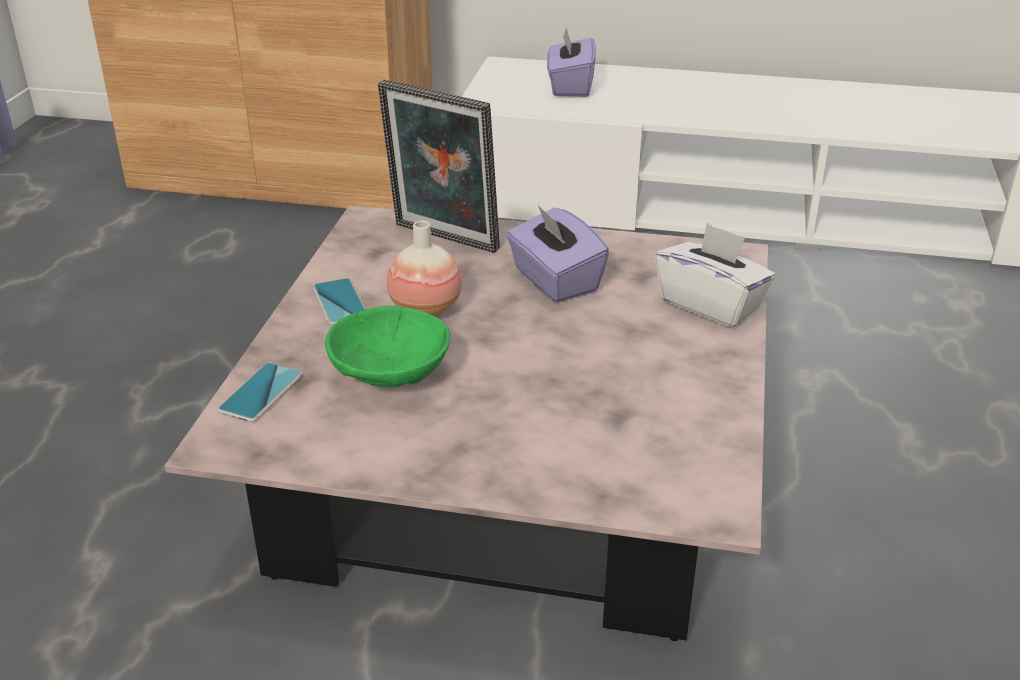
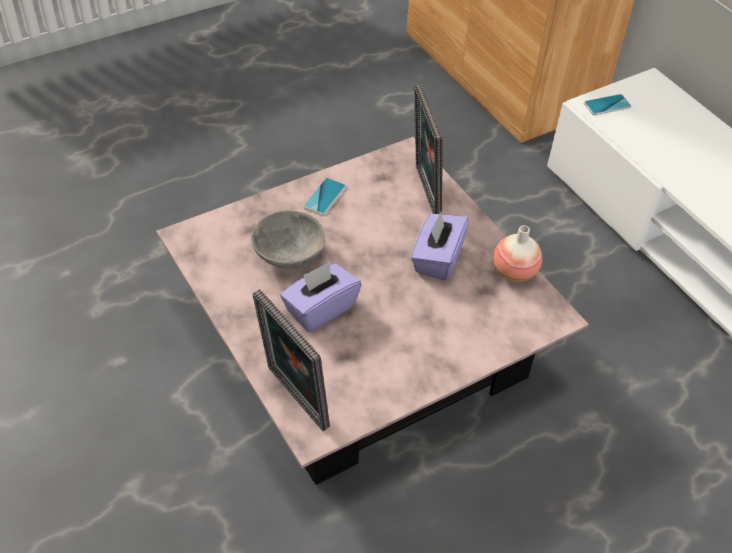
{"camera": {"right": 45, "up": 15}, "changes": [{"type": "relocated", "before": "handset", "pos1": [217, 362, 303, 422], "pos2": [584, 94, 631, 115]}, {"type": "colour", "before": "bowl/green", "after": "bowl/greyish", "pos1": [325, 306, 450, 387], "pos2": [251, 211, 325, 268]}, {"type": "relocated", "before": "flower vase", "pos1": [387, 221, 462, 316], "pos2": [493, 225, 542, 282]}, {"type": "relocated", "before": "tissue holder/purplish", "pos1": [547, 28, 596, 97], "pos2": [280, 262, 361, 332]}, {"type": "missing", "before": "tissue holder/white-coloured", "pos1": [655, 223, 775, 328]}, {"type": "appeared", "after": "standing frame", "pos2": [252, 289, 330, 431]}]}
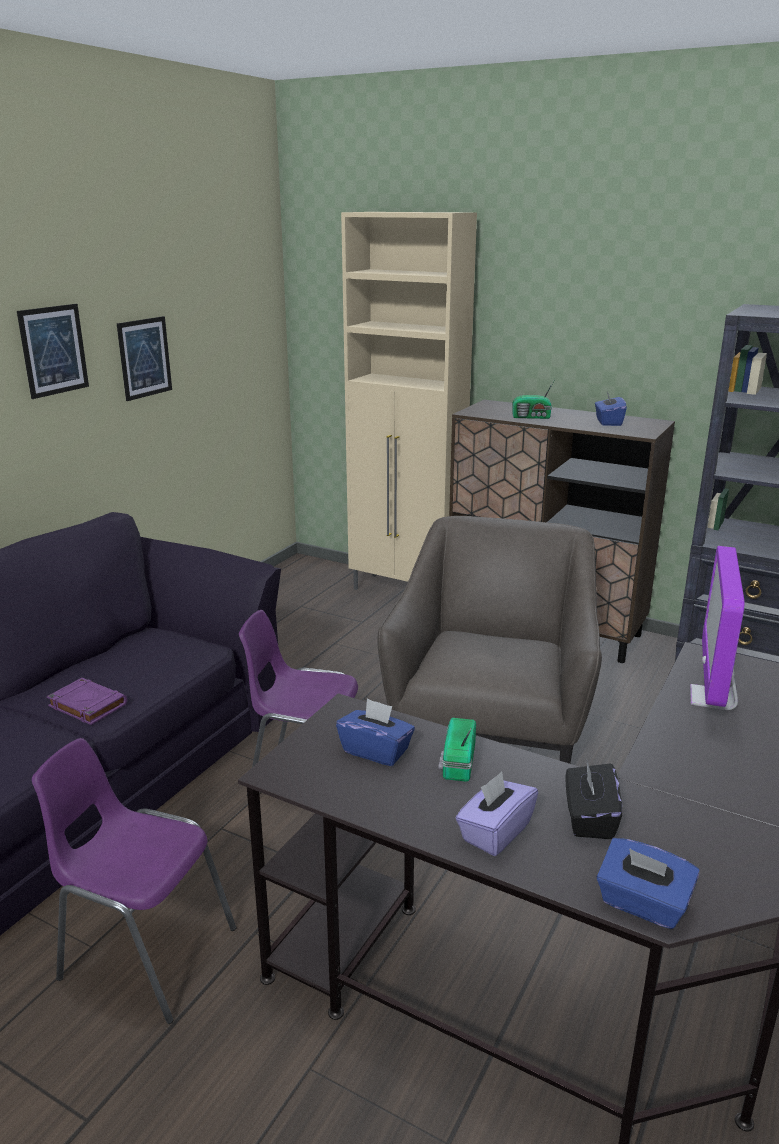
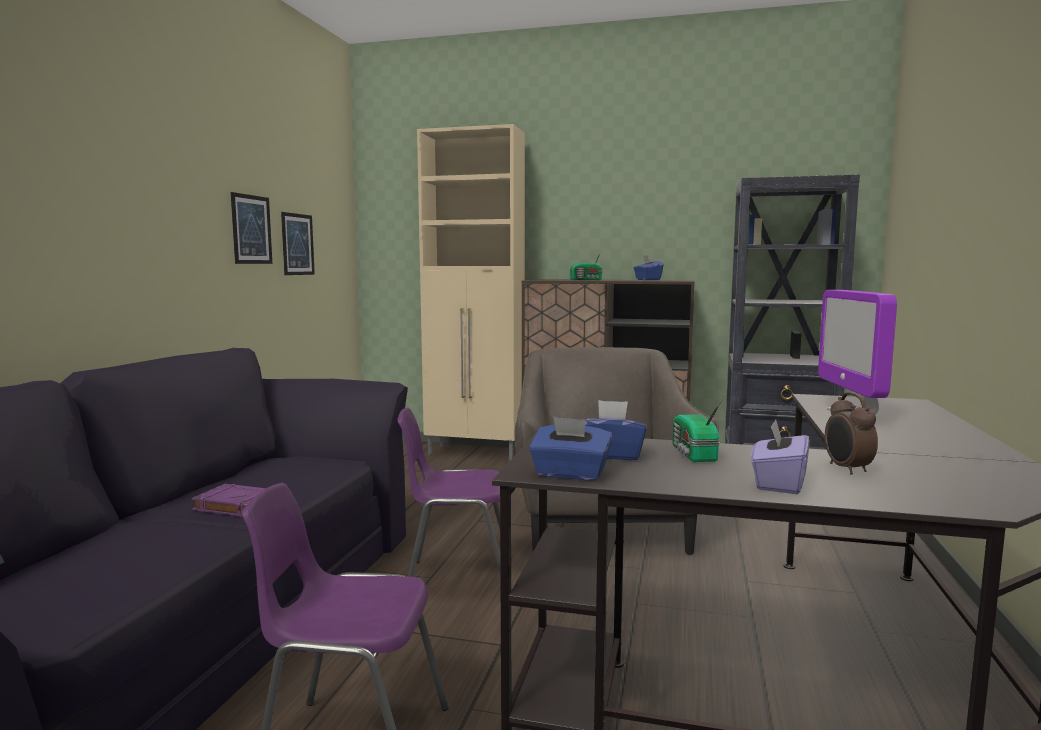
{"camera": {"right": -15, "up": -15}, "changes": [{"type": "relocated", "before": "picture", "pos1": [17, 304, 89, 399], "pos2": [281, 212, 315, 275]}, {"type": "exchanged", "before": "tissue holder/blackish", "after": "alarm clock", "pos1": [565, 760, 622, 839], "pos2": [825, 392, 878, 475]}, {"type": "relocated", "before": "tissue holder/bluish", "pos1": [597, 838, 700, 929], "pos2": [529, 417, 612, 481]}]}
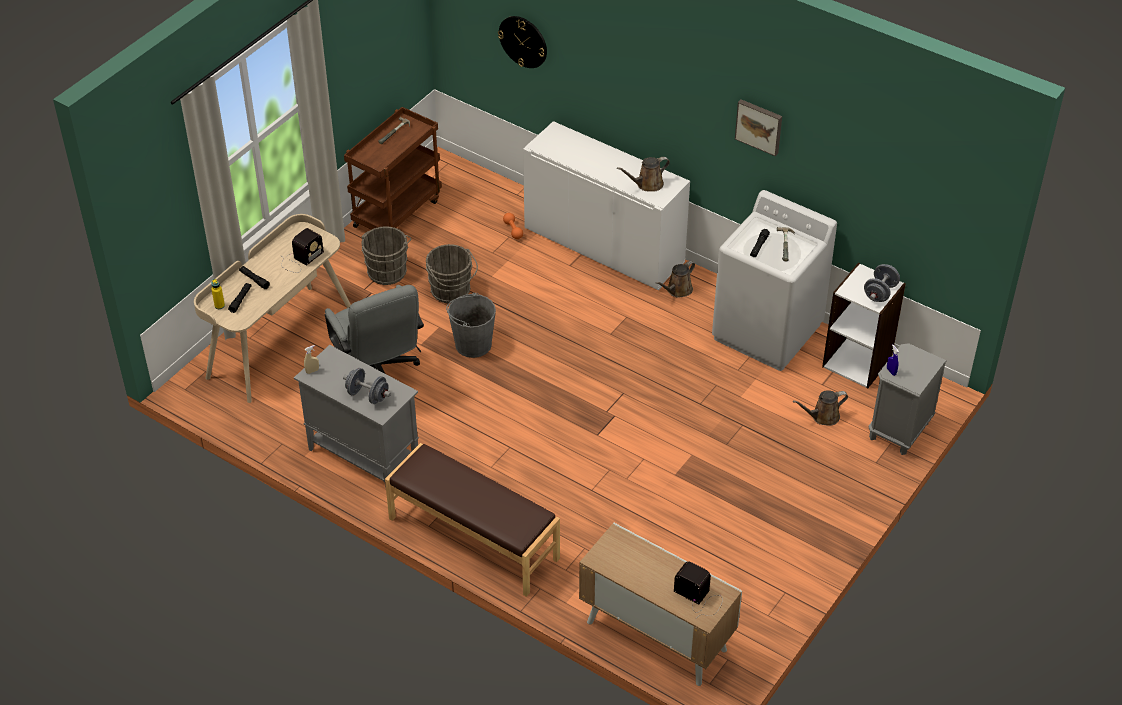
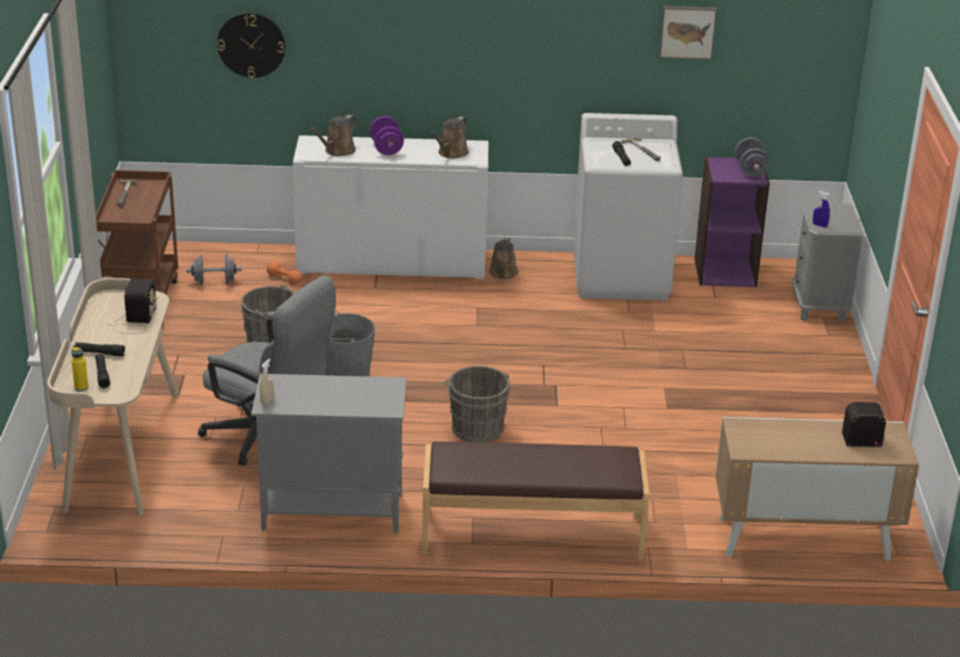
{"camera": {"right": -35, "up": -15}, "changes": [{"type": "relocated", "before": "dumbbell/greyish", "pos1": [343, 368, 391, 404], "pos2": [186, 255, 241, 285]}, {"type": "relocated", "before": "bucket/greyish", "pos1": [362, 226, 411, 285], "pos2": [443, 366, 510, 442]}, {"type": "relocated", "before": "picture", "pos1": [735, 99, 782, 156], "pos2": [659, 6, 717, 60]}, {"type": "relocated", "before": "watering pot/brown-coloured", "pos1": [793, 390, 848, 426], "pos2": [309, 115, 357, 156]}, {"type": "colour", "before": "bookcase/white-coloured", "after": "bookcase/purplish", "pos1": [822, 263, 906, 388], "pos2": [694, 157, 770, 287]}, {"type": "appeared", "after": "dumbbell/purplish", "pos2": [369, 116, 404, 155]}]}
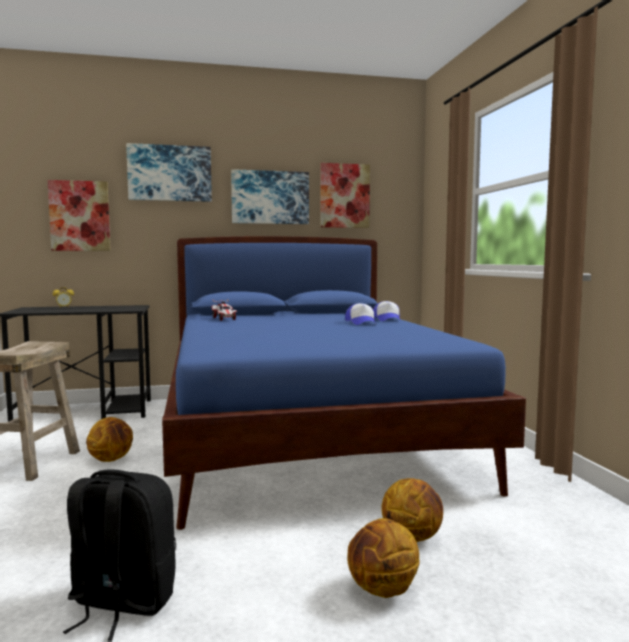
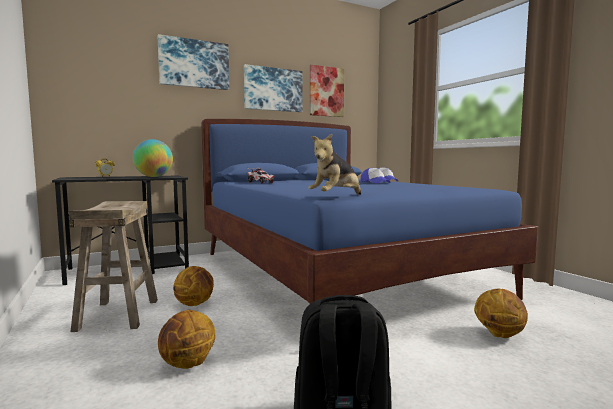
{"camera": {"right": -15, "up": 0}, "changes": [{"type": "missing", "before": "picture", "pos1": [48, 180, 111, 251]}, {"type": "relocated", "before": "basketball ball", "pos1": [347, 518, 420, 598], "pos2": [158, 310, 216, 369]}, {"type": "appeared", "after": "desk globe", "pos2": [133, 139, 173, 177]}, {"type": "appeared", "after": "plush toy", "pos2": [308, 134, 361, 195]}]}
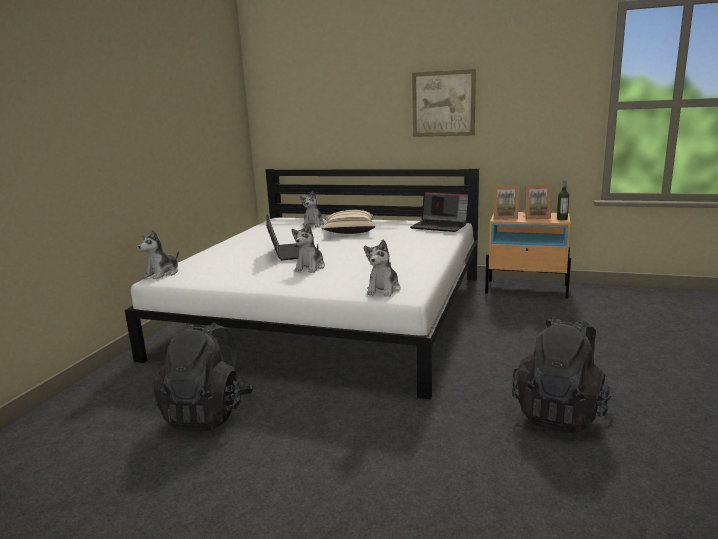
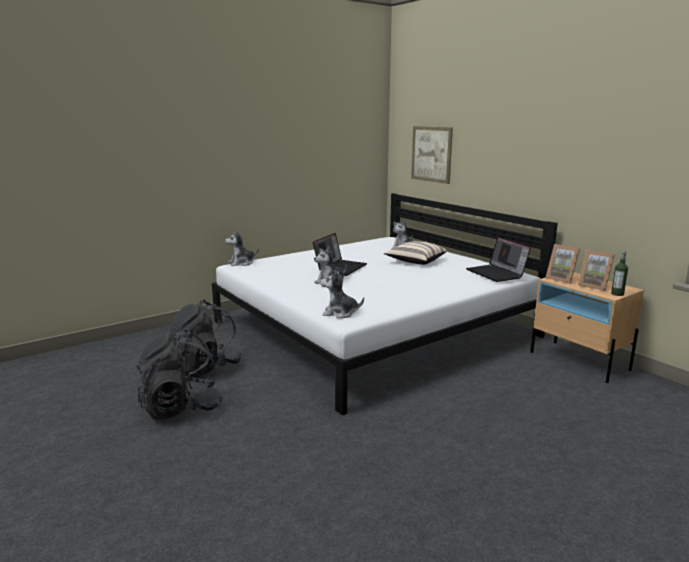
{"camera": {"right": 35, "up": 0}, "changes": [{"type": "spun", "before": "plush toy", "pos1": [364, 239, 401, 297], "pos2": [320, 270, 364, 318], "turn": 45}, {"type": "relocated", "before": "picture", "pos1": [412, 69, 476, 137], "pos2": [411, 126, 453, 184]}, {"type": "relocated", "before": "knapsack/blackish", "pos1": [512, 316, 611, 433], "pos2": [137, 330, 224, 419]}]}
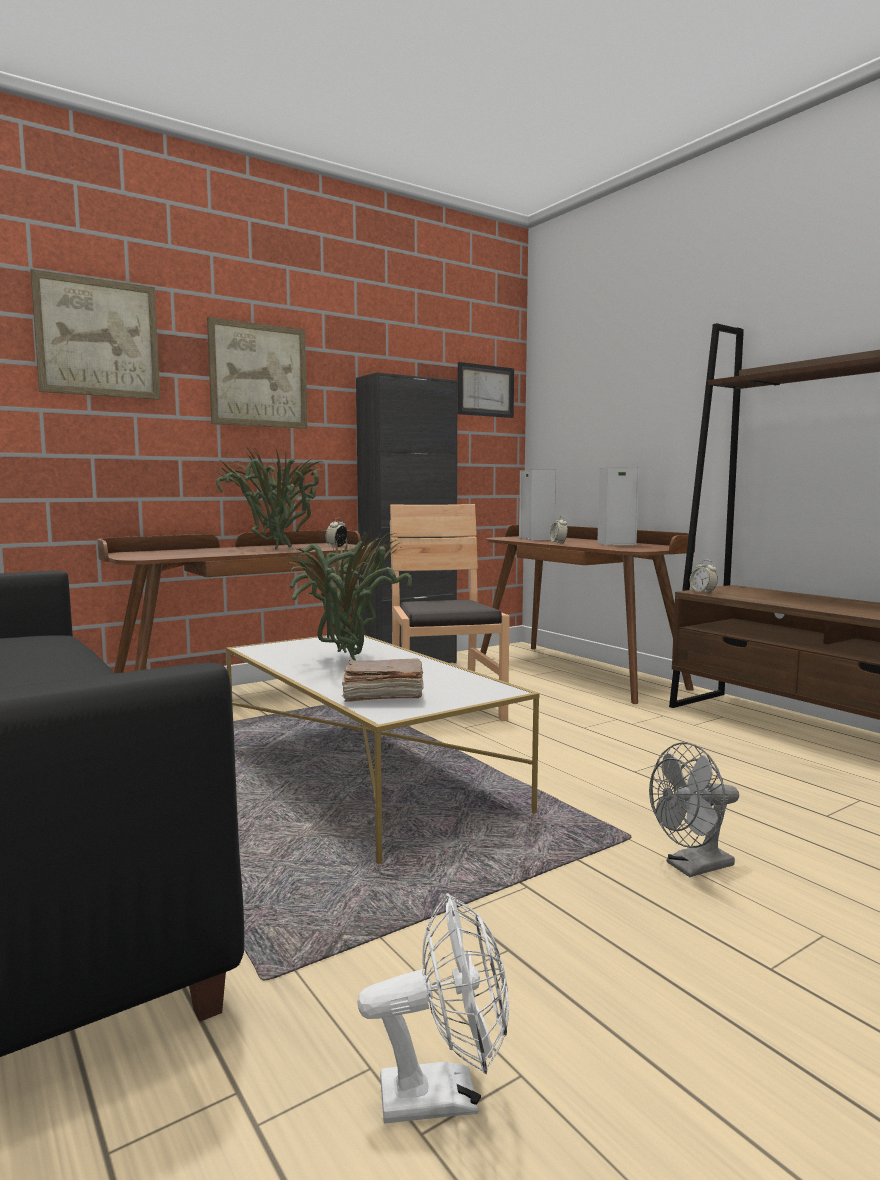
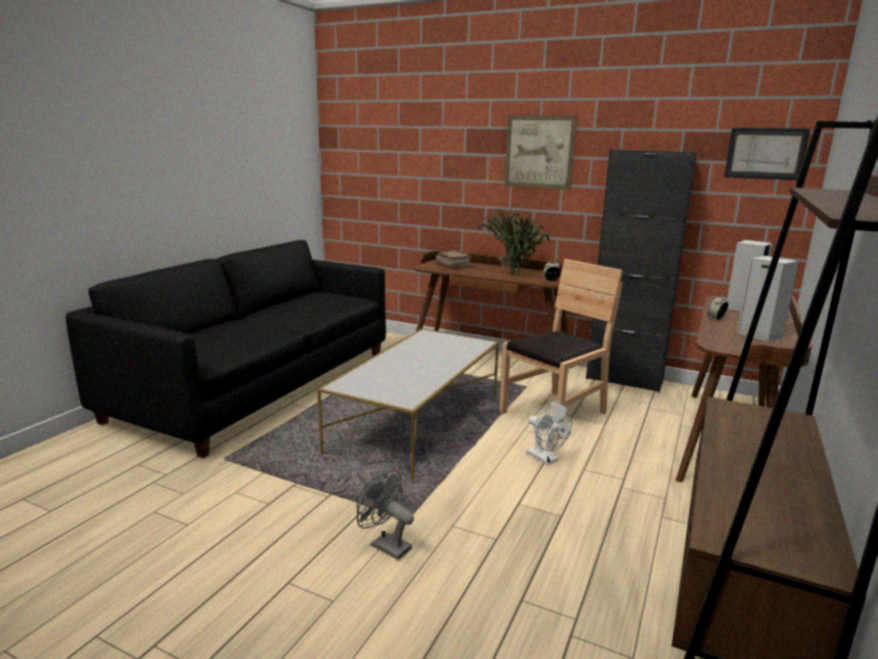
{"camera": {"right": 60, "up": 10}, "changes": [{"type": "missing", "before": "picture", "pos1": [30, 269, 160, 400]}, {"type": "missing", "before": "plant in a pot", "pos1": [284, 529, 412, 660]}, {"type": "relocated", "before": "book/brown-coloured", "pos1": [342, 659, 424, 702], "pos2": [436, 251, 472, 267]}, {"type": "relocated", "before": "electric fan/white-coloured", "pos1": [358, 893, 509, 1124], "pos2": [527, 401, 572, 465]}, {"type": "missing", "before": "alarm clock", "pos1": [690, 560, 718, 594]}]}
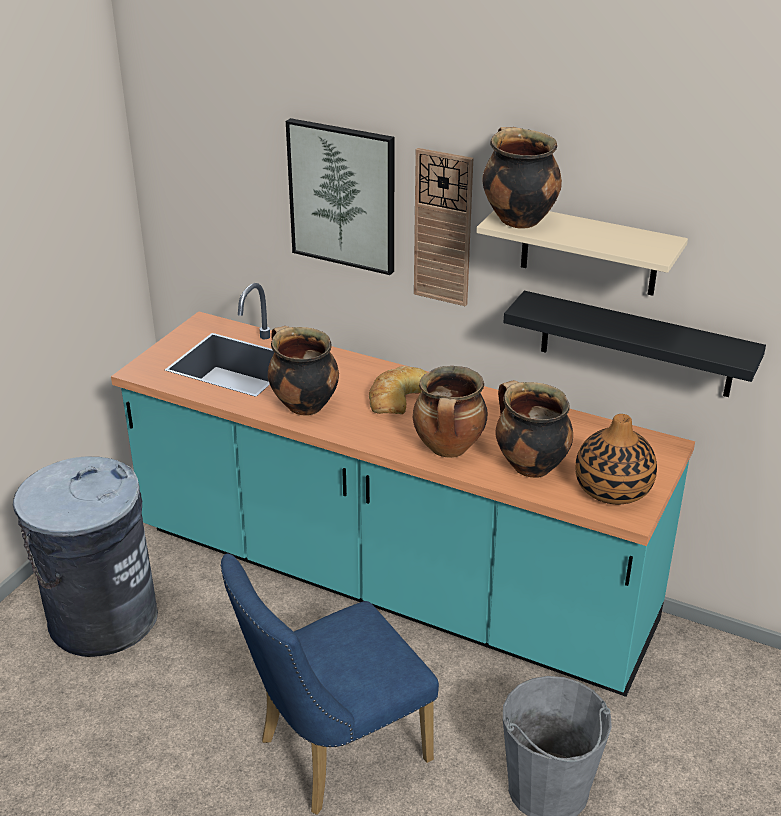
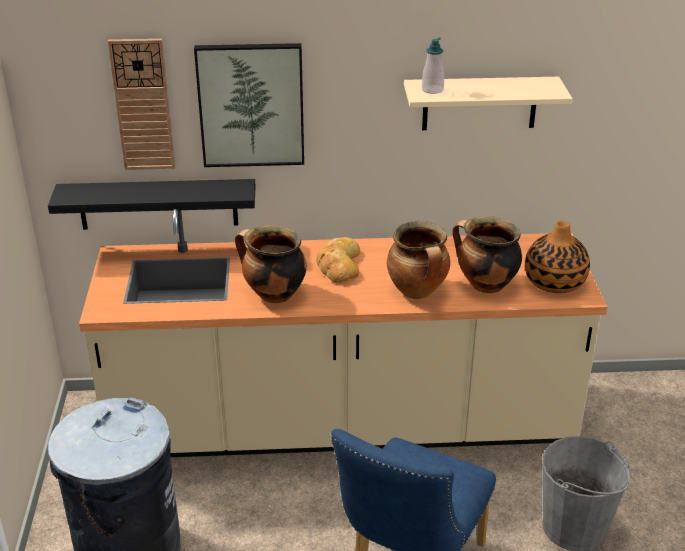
{"camera": {"right": -30, "up": 0}, "changes": [{"type": "colour", "before": "counter/turquoise-coloured", "after": "counter/beige", "pos1": [111, 283, 695, 697], "pos2": [79, 209, 607, 457]}, {"type": "relocated", "before": "hanging clock", "pos1": [414, 148, 473, 306], "pos2": [108, 39, 175, 170]}, {"type": "exchanged", "before": "cooking pot", "after": "liquid soap bottle", "pos1": [483, 127, 562, 228], "pos2": [422, 37, 444, 94]}, {"type": "relocated", "before": "bracket shelf/blackish", "pos1": [503, 291, 766, 397], "pos2": [48, 179, 256, 230]}]}
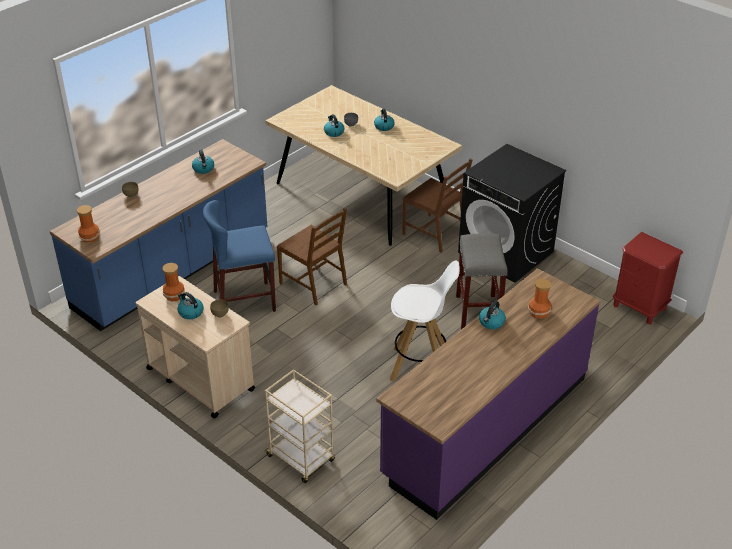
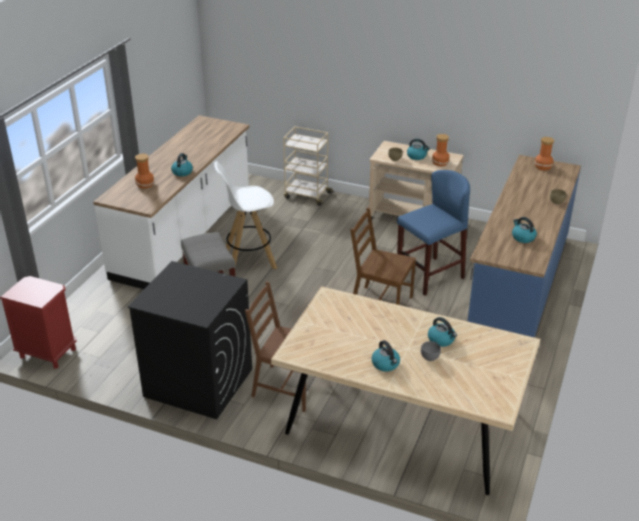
{"camera": {"right": 160, "up": -5}, "changes": [{"type": "colour", "before": "counter/purplish", "after": "counter/white-coloured", "pos1": [376, 268, 600, 520], "pos2": [93, 115, 249, 289]}]}
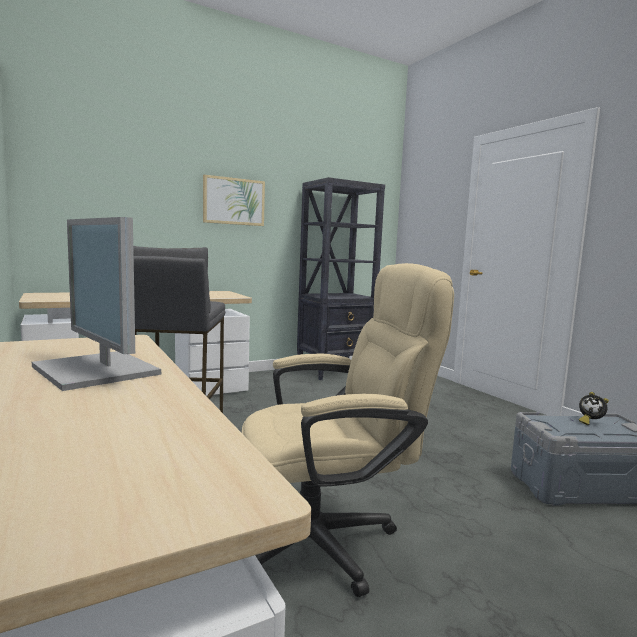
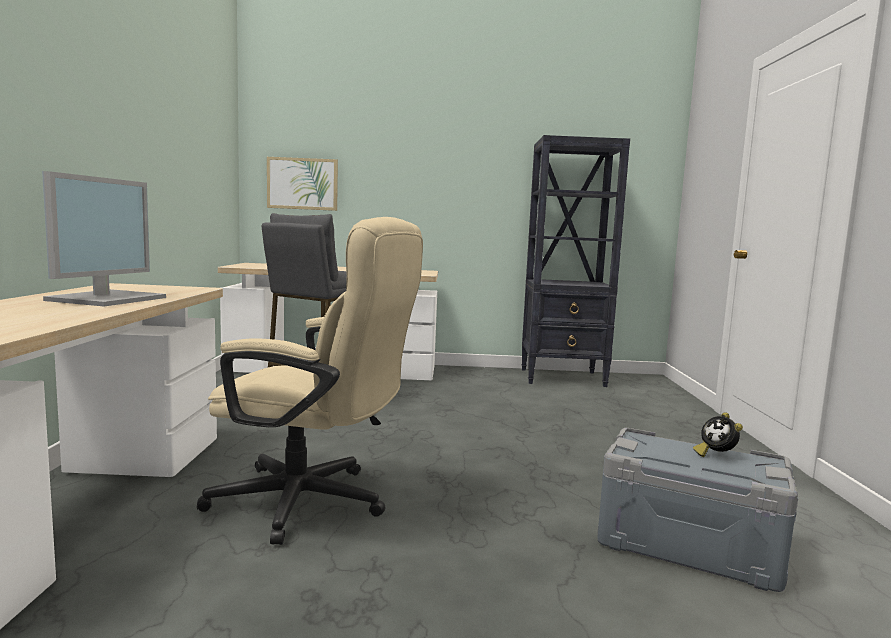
{"camera": {"right": 30, "up": 0}, "changes": [{"type": "spun", "before": "computer display", "pos1": [32, 217, 161, 391], "pos2": [42, 171, 166, 306], "turn": -150}, {"type": "relocated", "before": "picture", "pos1": [203, 175, 265, 226], "pos2": [267, 157, 338, 211]}]}
